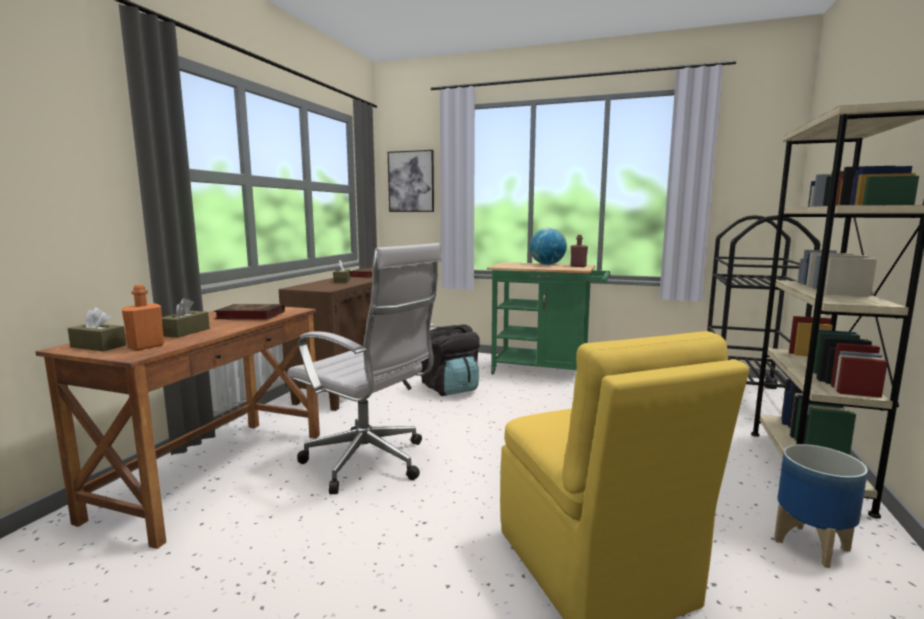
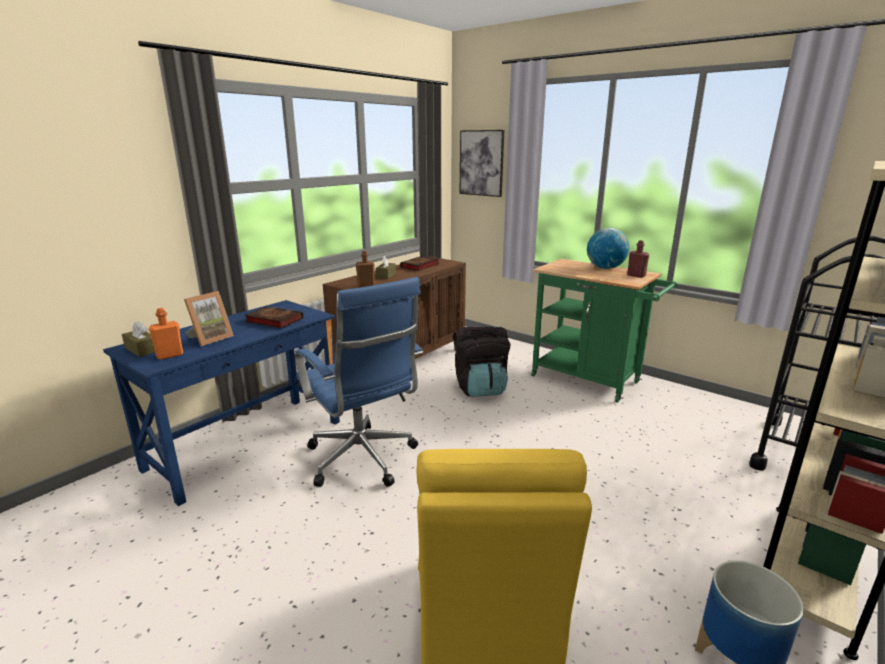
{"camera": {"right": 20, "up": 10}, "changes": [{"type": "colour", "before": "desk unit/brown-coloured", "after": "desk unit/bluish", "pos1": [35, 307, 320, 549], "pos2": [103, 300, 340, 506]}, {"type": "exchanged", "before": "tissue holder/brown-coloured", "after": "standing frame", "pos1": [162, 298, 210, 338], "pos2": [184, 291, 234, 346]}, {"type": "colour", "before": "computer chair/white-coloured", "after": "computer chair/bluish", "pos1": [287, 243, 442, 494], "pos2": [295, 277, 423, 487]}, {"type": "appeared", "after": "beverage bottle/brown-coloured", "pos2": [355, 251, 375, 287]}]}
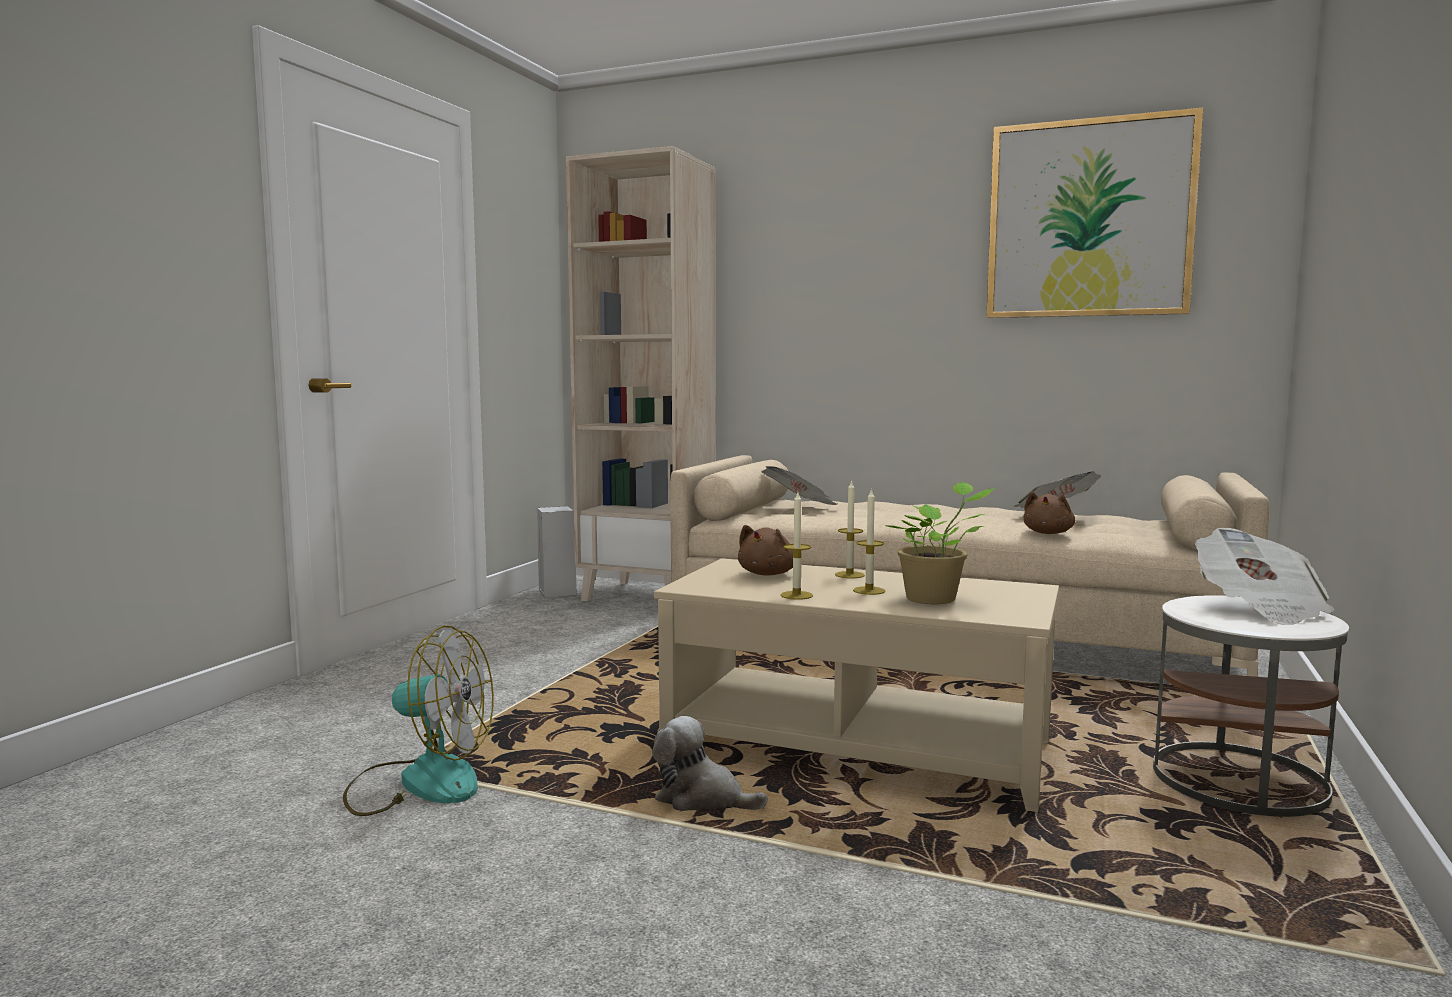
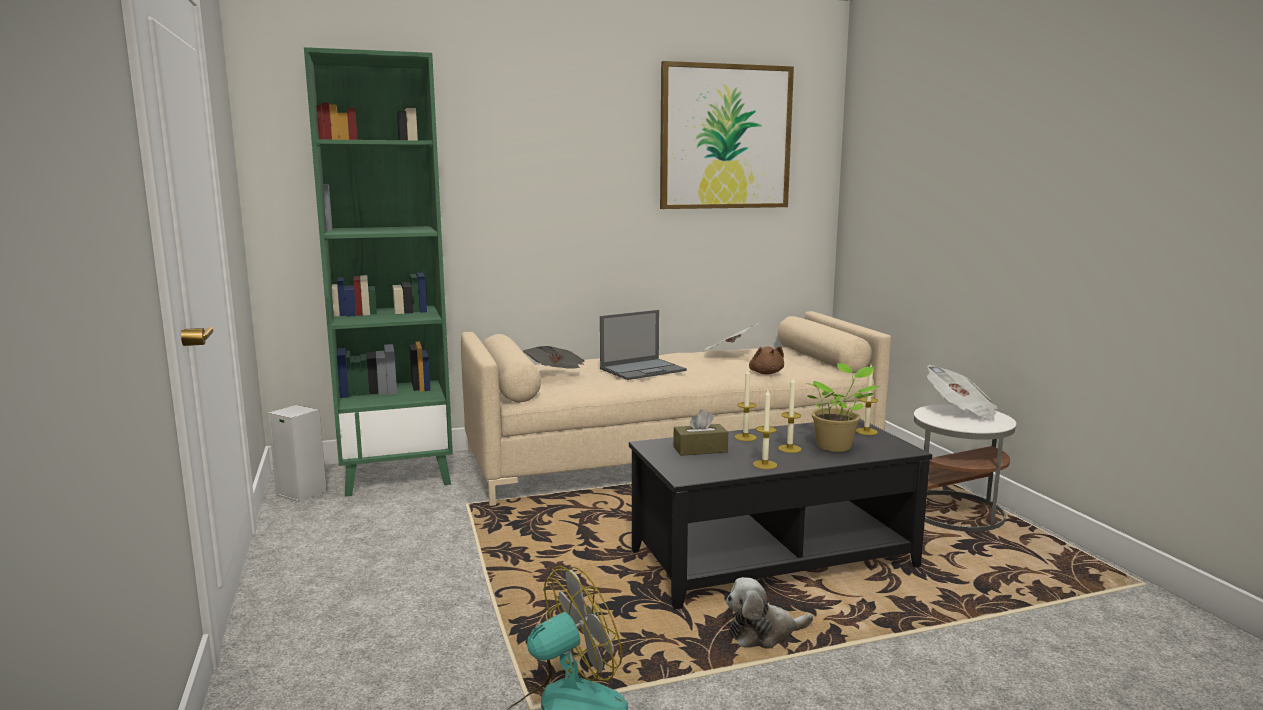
{"camera": {"right": -40, "up": 5}, "changes": [{"type": "colour", "before": "bookcase/beige", "after": "bookcase/green", "pos1": [566, 146, 716, 601], "pos2": [304, 47, 453, 497]}, {"type": "colour", "before": "coffee table/beige", "after": "coffee table/blackish", "pos1": [654, 558, 1059, 812], "pos2": [629, 419, 932, 610]}, {"type": "exchanged", "before": "plush toy/brown-coloured", "after": "tissue holder/brown-coloured", "pos1": [738, 525, 793, 576], "pos2": [673, 410, 728, 456]}, {"type": "appeared", "after": "laptop", "pos2": [600, 310, 687, 380]}, {"type": "appeared", "after": "candle", "pos2": [856, 364, 878, 435]}]}
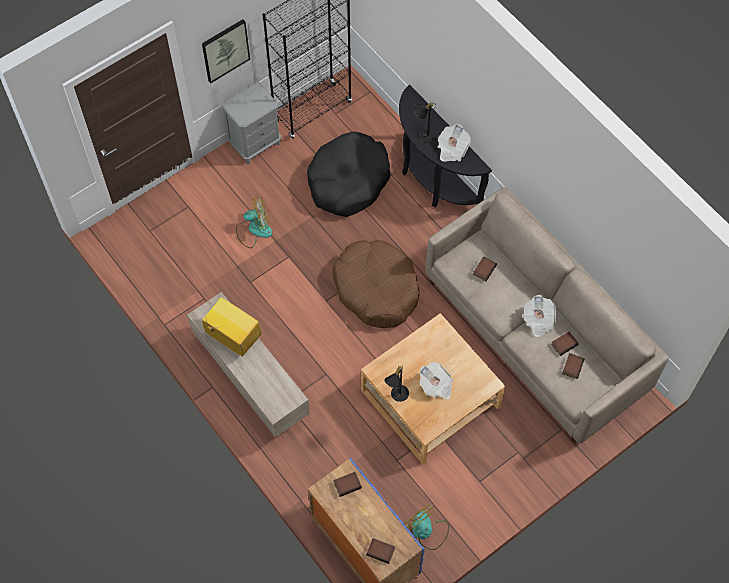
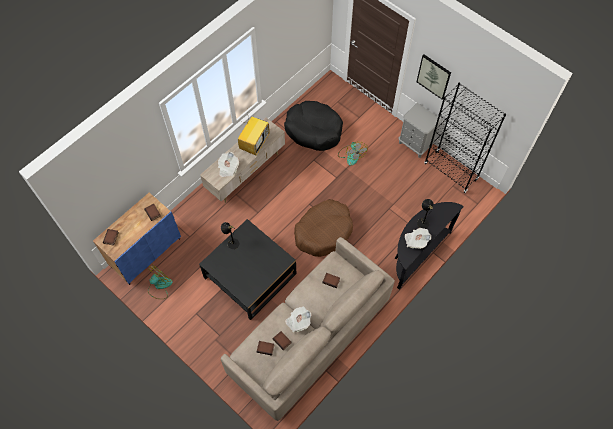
{"camera": {"right": 80, "up": 0}, "changes": [{"type": "relocated", "before": "dog bed/blackish", "pos1": [307, 131, 390, 217], "pos2": [284, 101, 343, 151]}, {"type": "colour", "before": "coffee table/beige", "after": "coffee table/blackish", "pos1": [361, 313, 505, 464], "pos2": [199, 219, 296, 320]}, {"type": "relocated", "before": "printed paper", "pos1": [419, 362, 454, 400], "pos2": [218, 152, 239, 177]}]}
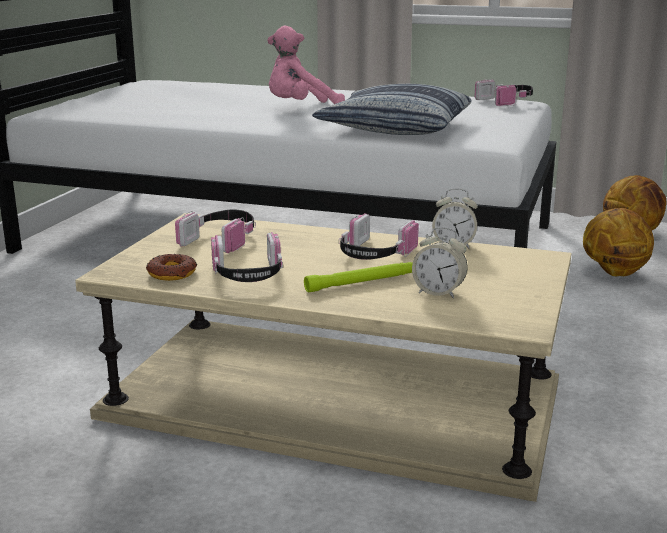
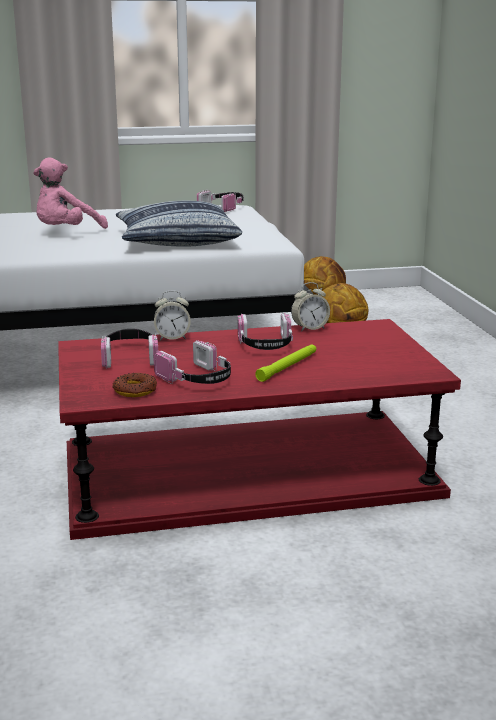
{"camera": {"right": -30, "up": 0}, "changes": [{"type": "colour", "before": "coffee table/beige", "after": "coffee table/reddish", "pos1": [75, 213, 571, 502], "pos2": [58, 319, 461, 540]}, {"type": "relocated", "before": "alarm clock", "pos1": [412, 227, 467, 298], "pos2": [154, 290, 191, 340]}]}
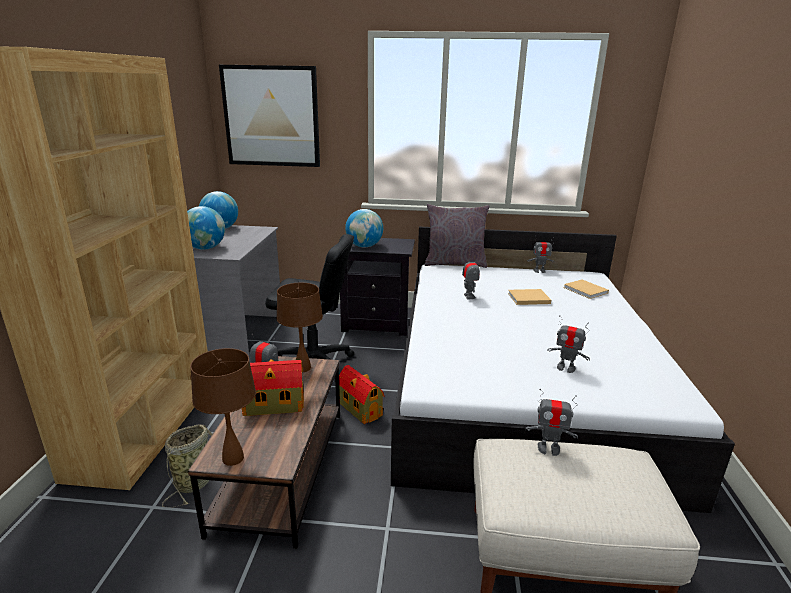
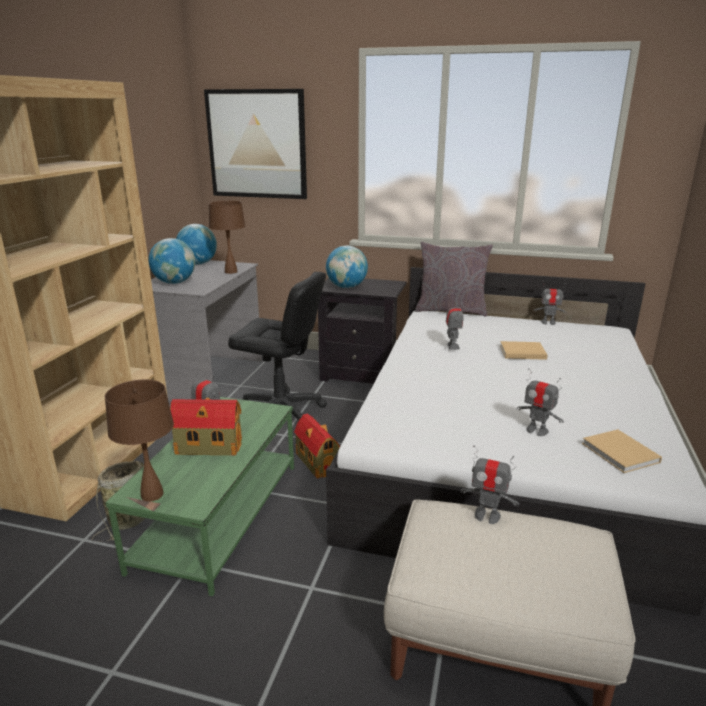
{"camera": {"right": 10, "up": 0}, "changes": [{"type": "colour", "before": "coffee table/brown-coloured", "after": "coffee table/green", "pos1": [188, 356, 340, 548], "pos2": [105, 397, 294, 596]}, {"type": "relocated", "before": "table lamp/brown-coloured", "pos1": [277, 283, 323, 372], "pos2": [209, 201, 245, 274]}, {"type": "relocated", "before": "book/beige", "pos1": [563, 280, 609, 299], "pos2": [582, 429, 662, 473]}]}
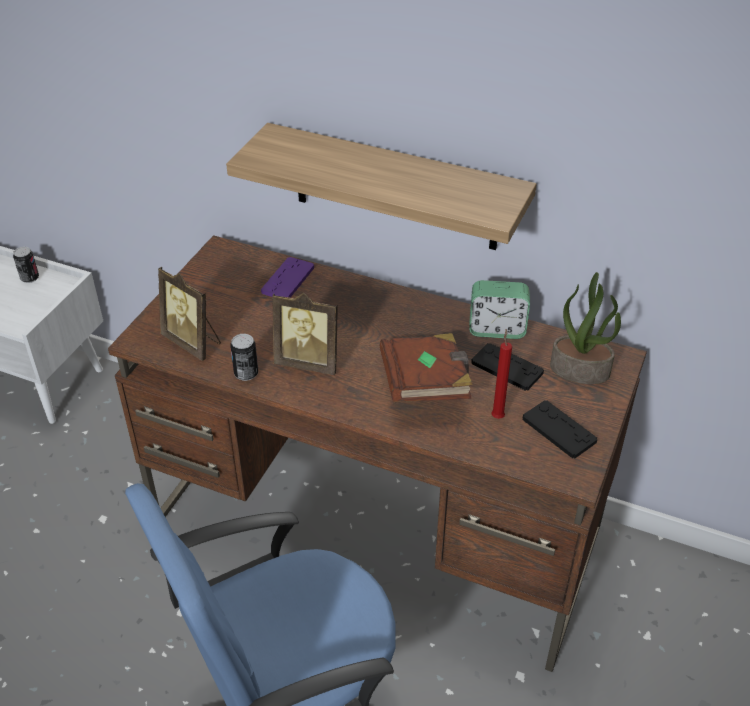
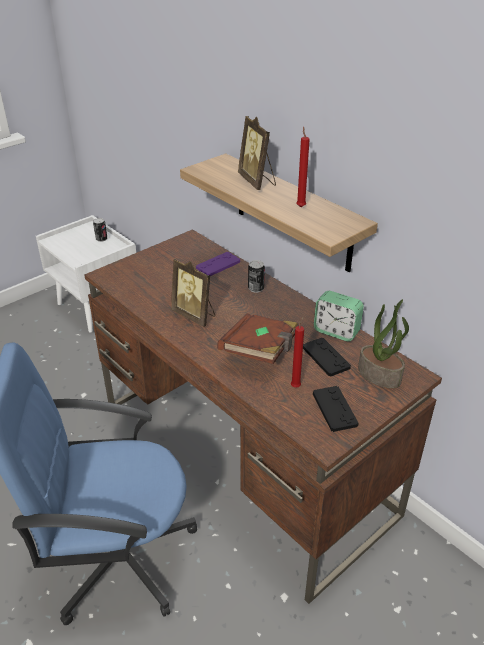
{"camera": {"right": 25, "up": -5}, "changes": [{"type": "relocated", "before": "standing frame", "pos1": [158, 267, 221, 361], "pos2": [238, 116, 276, 190]}, {"type": "relocated", "before": "sealed can", "pos1": [230, 334, 258, 381], "pos2": [248, 260, 265, 293]}, {"type": "appeared", "after": "candle/reddish", "pos2": [296, 127, 310, 207]}]}
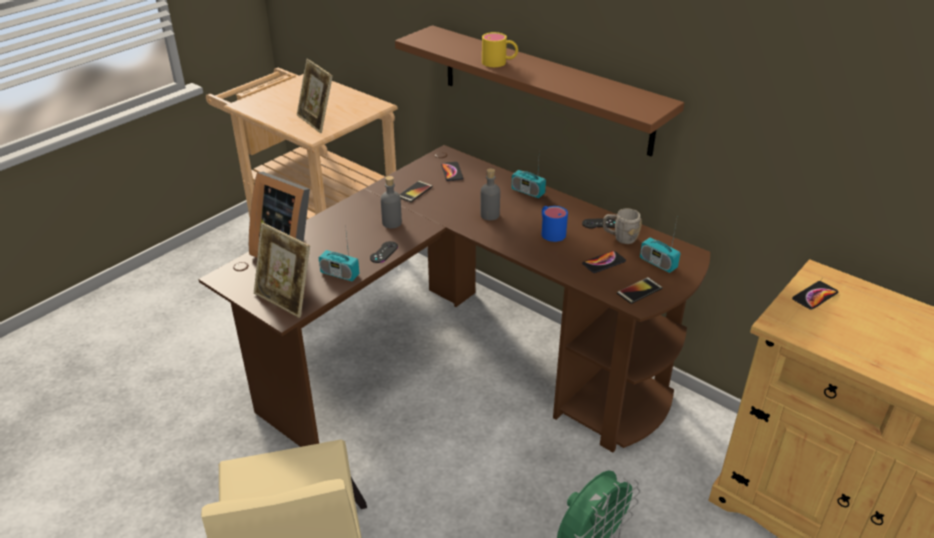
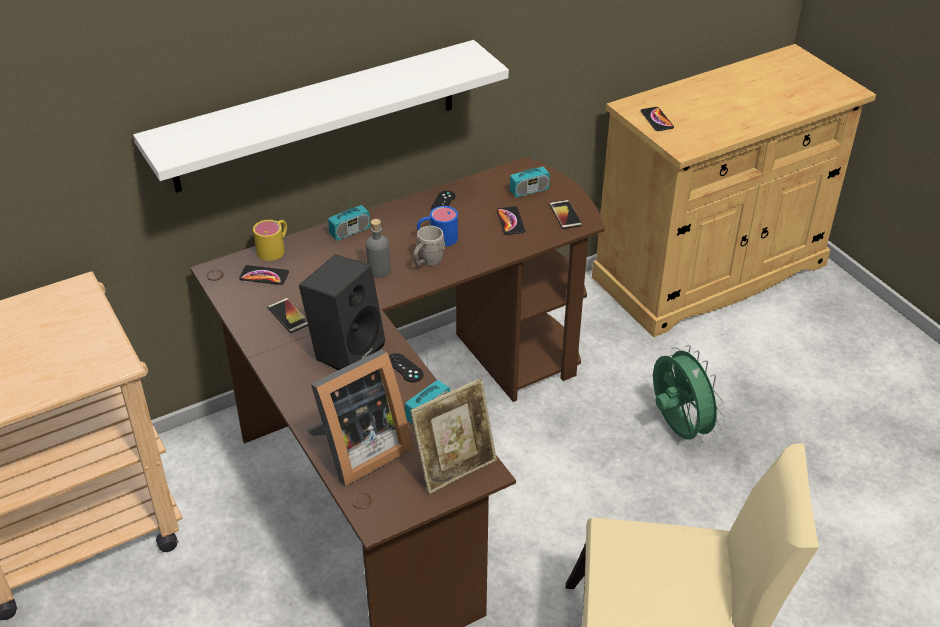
{"camera": {"right": -70, "up": 5}, "changes": [{"type": "missing", "before": "standing frame", "pos1": [297, 59, 333, 133]}, {"type": "exchanged", "before": "beverage bottle/greyish", "after": "speaker/blackish", "pos1": [381, 176, 402, 228], "pos2": [299, 254, 385, 370]}, {"type": "colour", "before": "bracket shelf/brown-coloured", "after": "bracket shelf/white-coloured", "pos1": [395, 25, 684, 157], "pos2": [133, 40, 509, 193]}, {"type": "relocated", "before": "mug/yellow", "pos1": [482, 32, 518, 67], "pos2": [253, 220, 287, 261]}, {"type": "relocated", "before": "mug/greyish", "pos1": [603, 209, 642, 244], "pos2": [413, 226, 445, 266]}]}
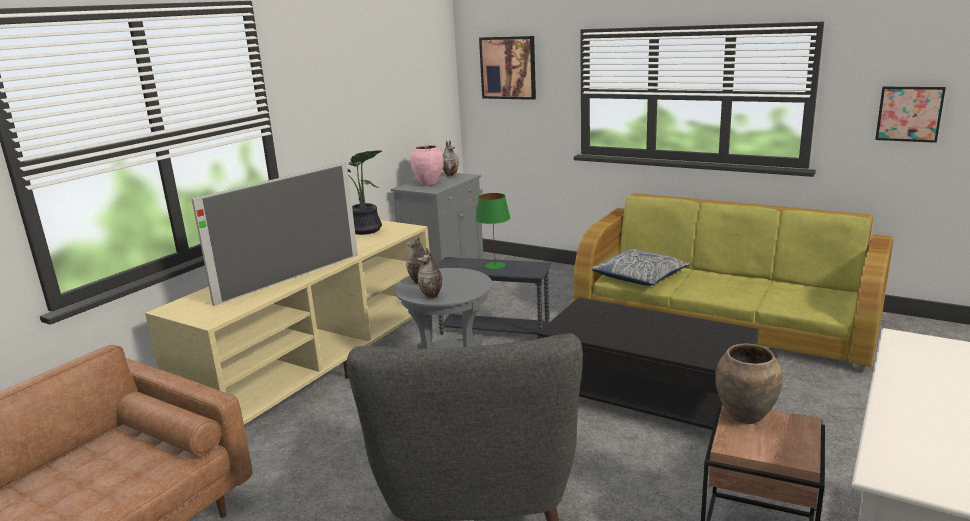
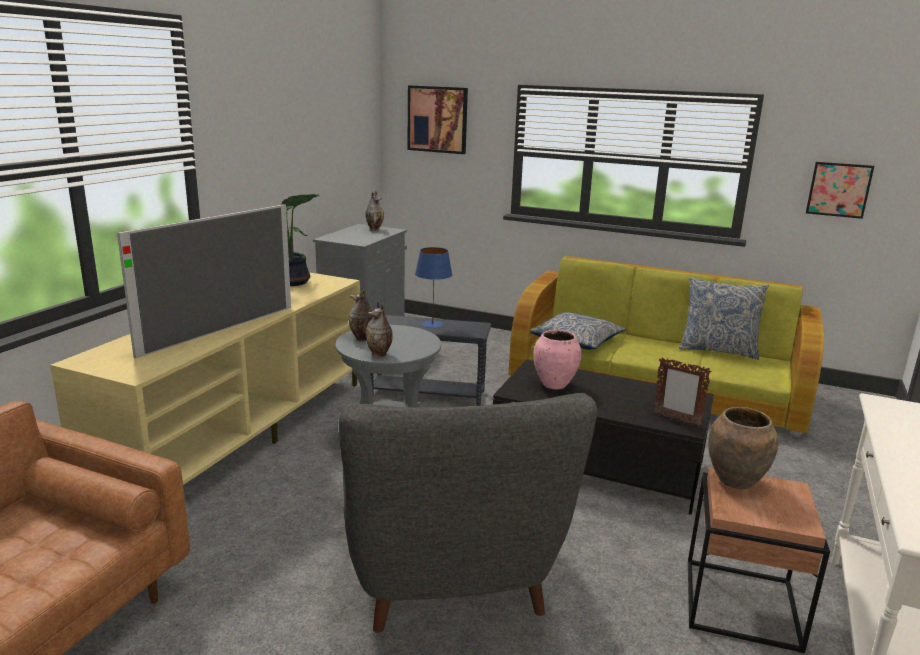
{"camera": {"right": -10, "up": 0}, "changes": [{"type": "relocated", "before": "flower vase/pink-coloured", "pos1": [411, 145, 444, 185], "pos2": [533, 330, 581, 389]}, {"type": "colour", "before": "table lamp/green", "after": "table lamp/bluish", "pos1": [475, 193, 510, 269], "pos2": [415, 247, 452, 328]}, {"type": "appeared", "after": "standing frame", "pos2": [653, 357, 711, 426]}, {"type": "appeared", "after": "cushion", "pos2": [679, 277, 769, 360]}]}
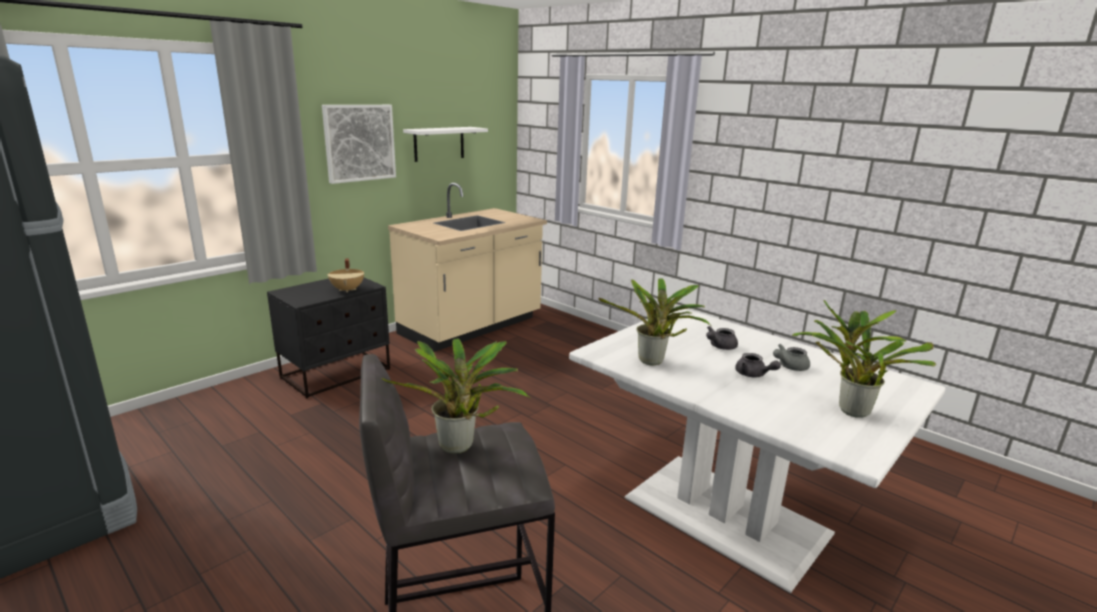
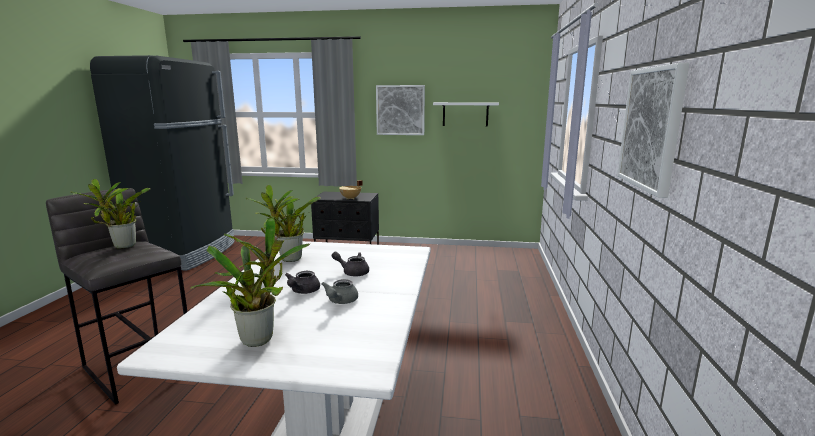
{"camera": {"right": 55, "up": -5}, "changes": [{"type": "missing", "before": "counter/beige", "pos1": [388, 183, 547, 352]}, {"type": "spun", "before": "pot for tea/greyish", "pos1": [773, 344, 810, 371], "pos2": [321, 279, 358, 304], "turn": -105}, {"type": "appeared", "after": "picture", "pos2": [617, 63, 689, 198]}]}
